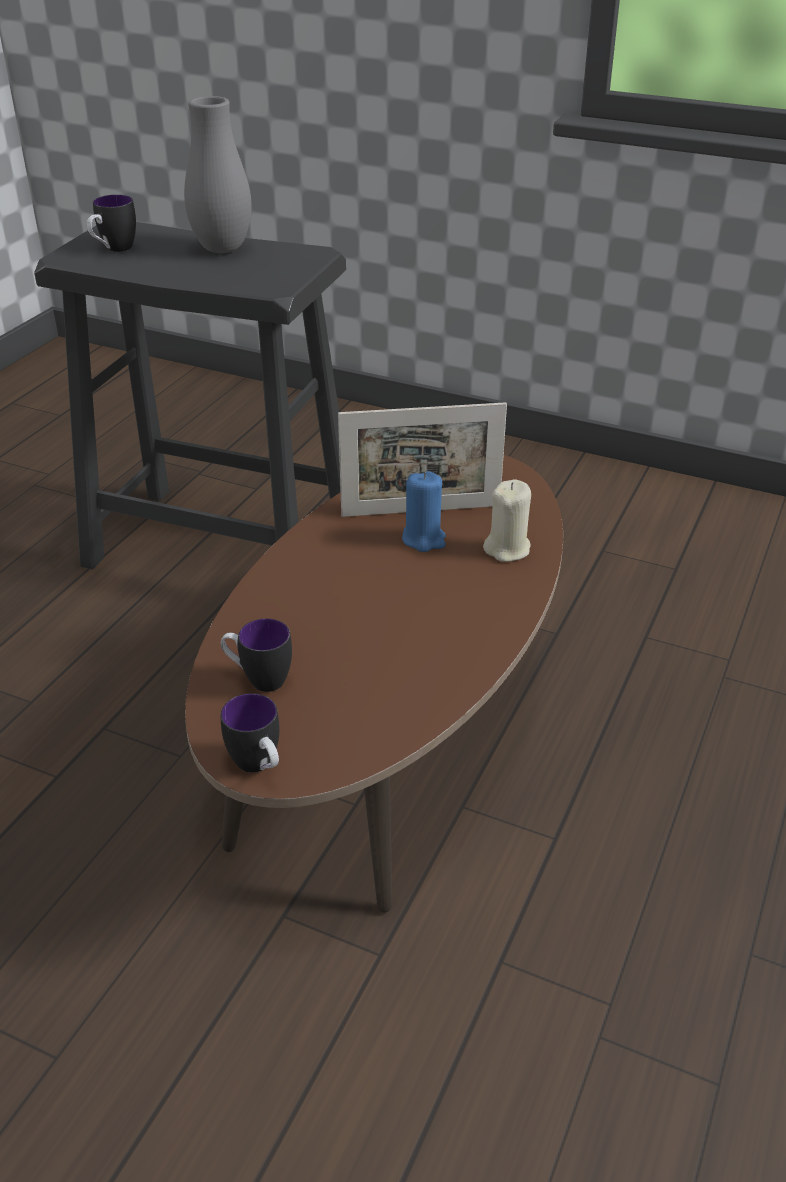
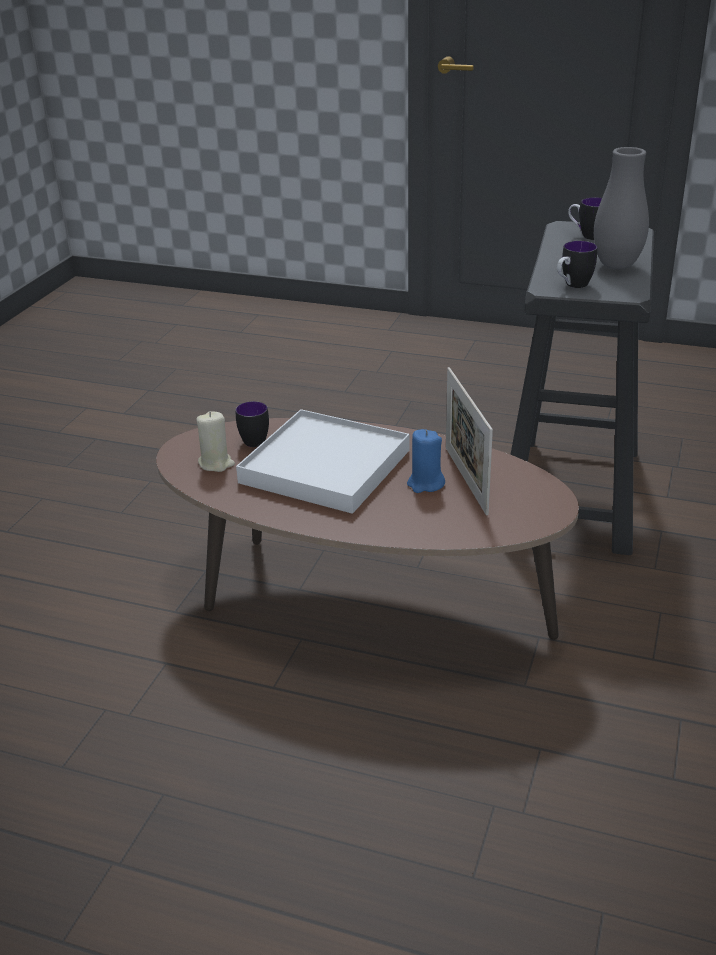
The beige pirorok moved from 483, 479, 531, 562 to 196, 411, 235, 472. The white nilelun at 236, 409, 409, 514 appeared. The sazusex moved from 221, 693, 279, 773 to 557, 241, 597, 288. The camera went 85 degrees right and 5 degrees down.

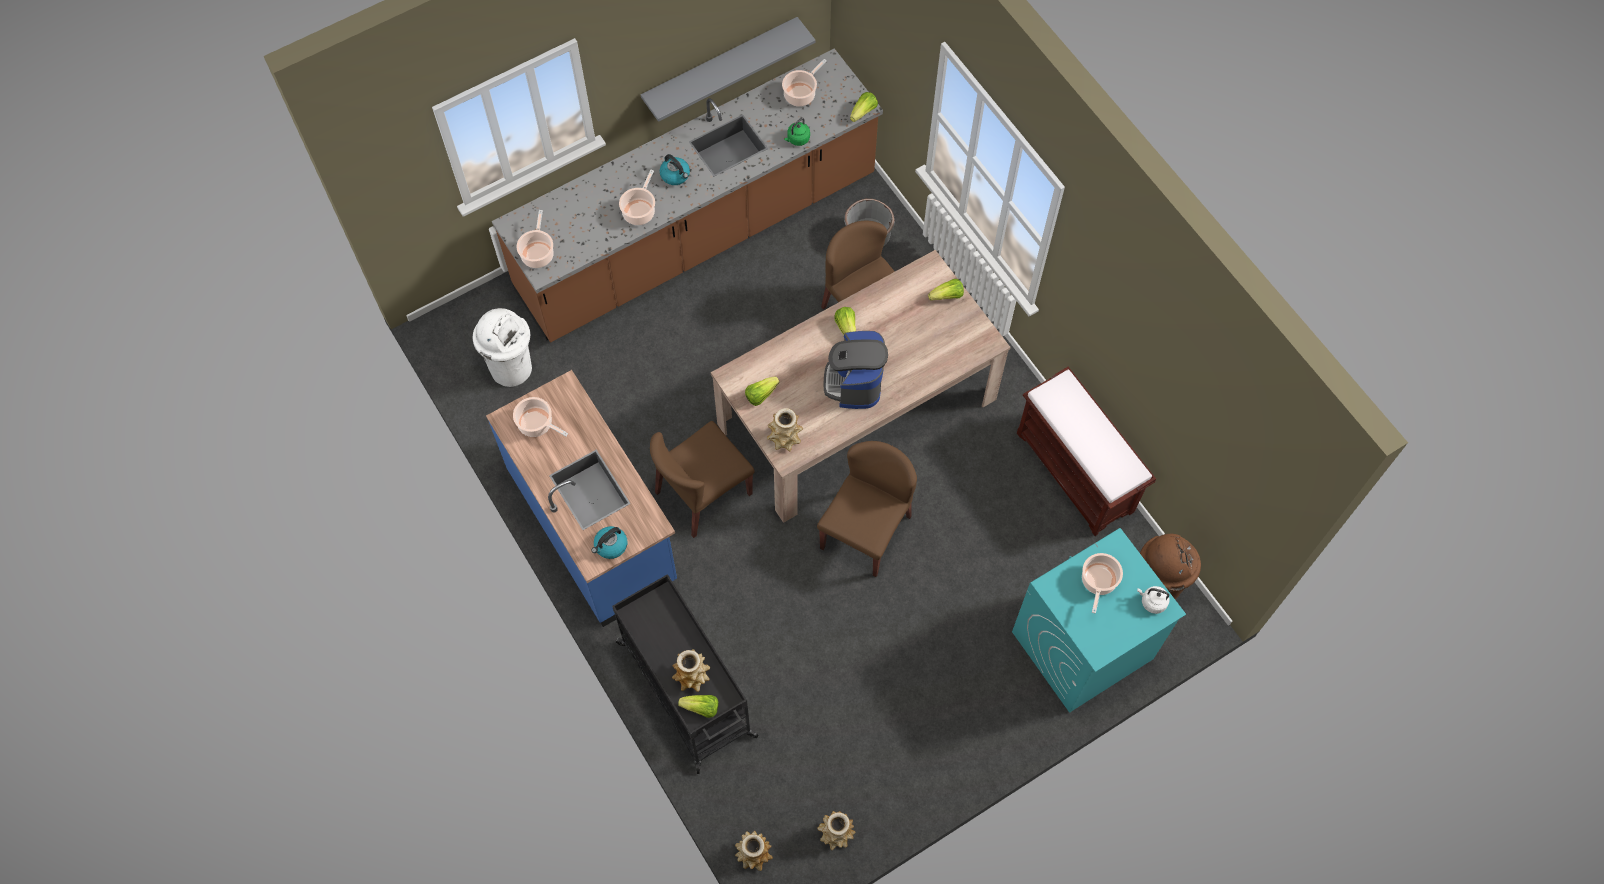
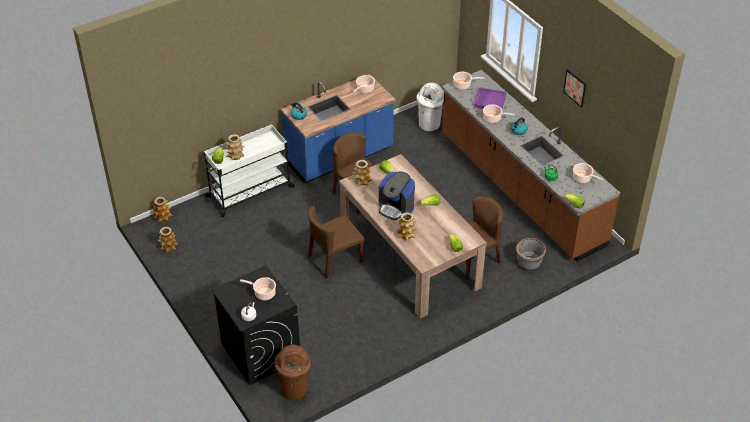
The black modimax at 612, 574, 759, 774 became the white modimax at 202, 124, 295, 217. The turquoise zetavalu at 1012, 528, 1186, 713 became the black zetavalu at 212, 265, 300, 385. The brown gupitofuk at 817, 441, 917, 577 turned 120 degrees clockwise. The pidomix at 824, 331, 888, 409 turned 150 degrees counterclockwise. The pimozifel at 397, 212, 417, 240 appeared. The purple nilelun at 474, 88, 506, 109 appeared. The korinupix at 563, 69, 586, 108 appeared. The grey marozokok at 641, 17, 816, 122 disappeared. The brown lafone at 1017, 367, 1156, 536 disappeared. The camera went 90 degrees right and 20 degrees down.

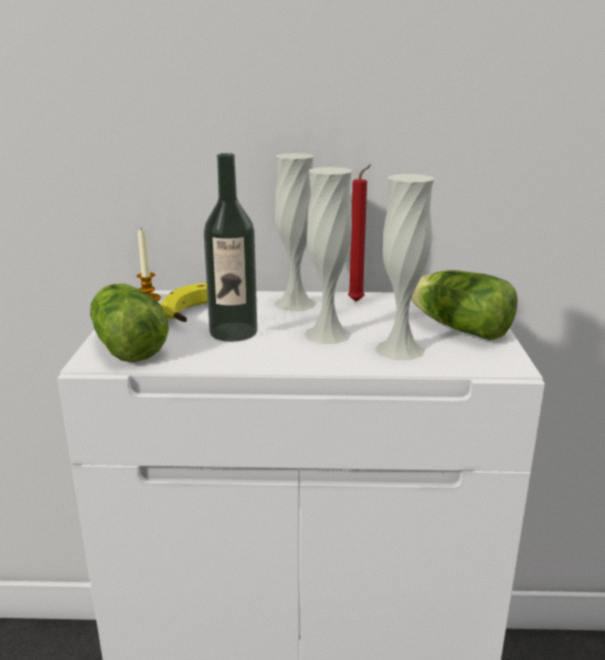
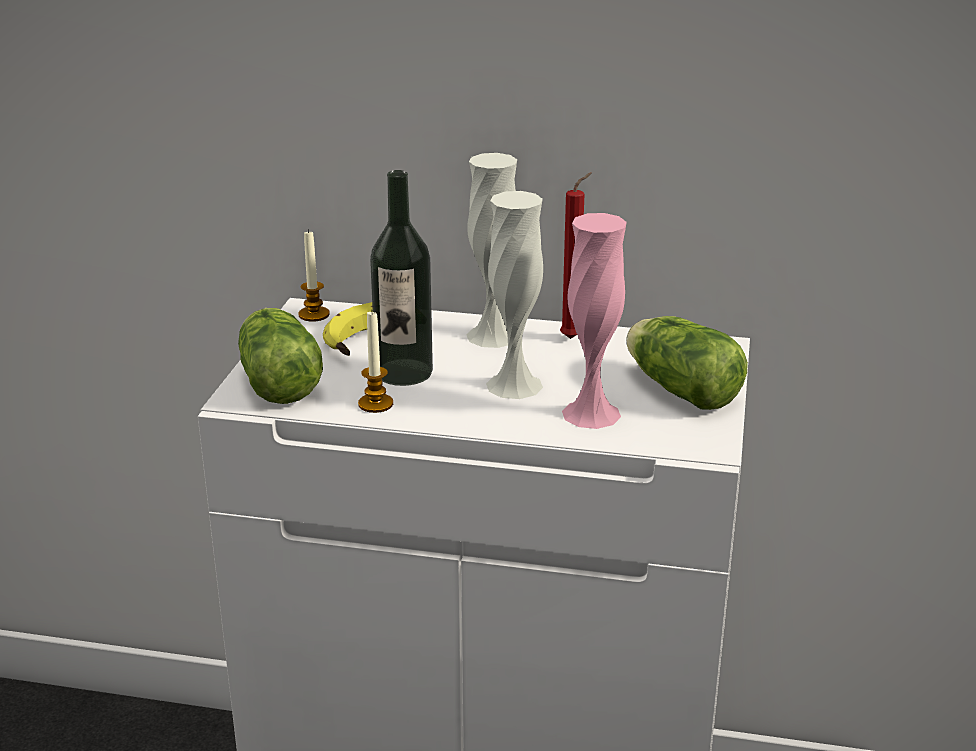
The pirorok at 358, 311, 393, 413 appeared. The white pimozifel at 375, 174, 434, 360 became the pink pimozifel at 562, 213, 627, 429. The camera went 10 degrees right and 5 degrees up.

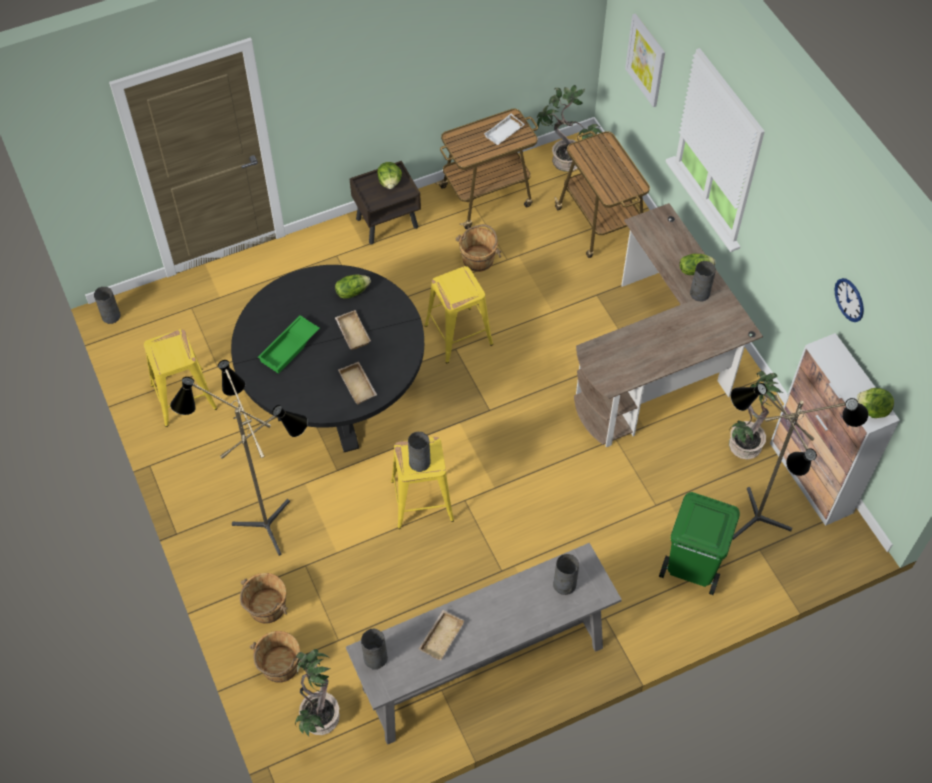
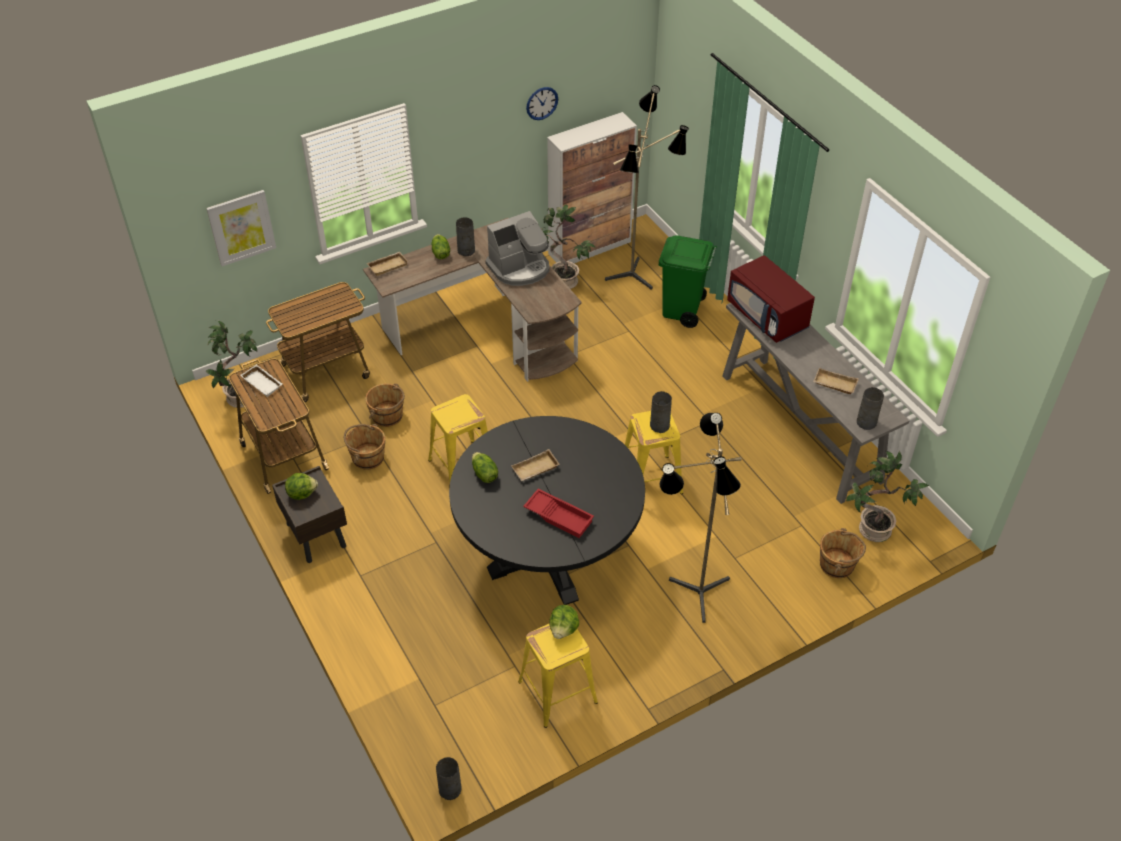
The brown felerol moved from 240, 573, 288, 624 to 365, 383, 405, 427. The beige nilelun moved from 338, 362, 377, 405 to 367, 252, 408, 276. The pidomix at 485, 211, 549, 286 appeared. The green nilelun at 258, 315, 320, 374 became the red nilelun at 523, 489, 594, 538. The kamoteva moved from 857, 388, 894, 418 to 549, 605, 579, 639. The grey pimozifel at 553, 554, 579, 595 was replaced by the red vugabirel at 727, 255, 815, 343. The camera went 95 degrees left and 10 degrees down.

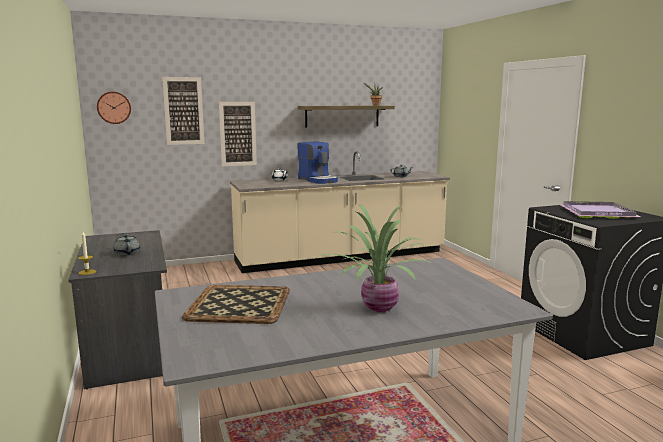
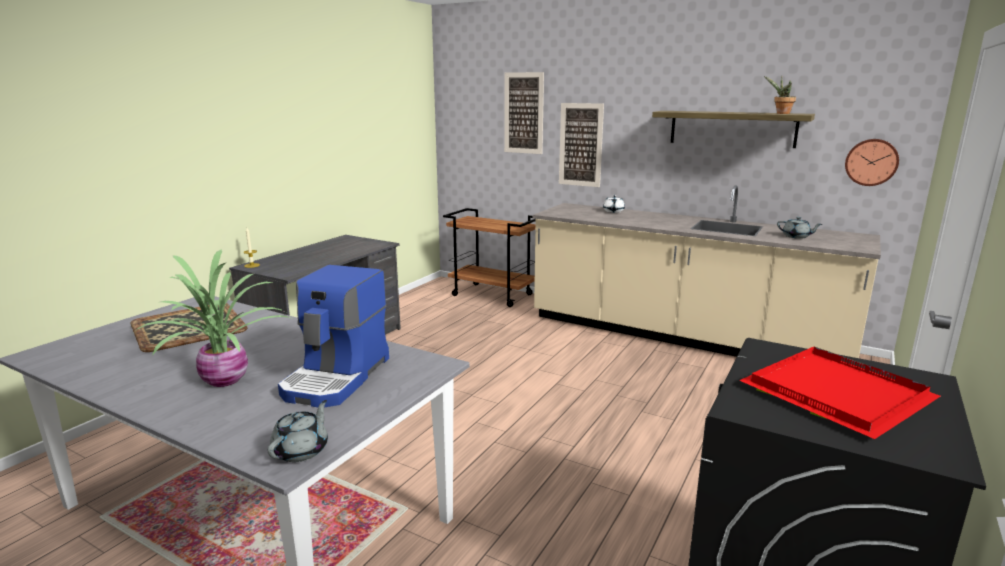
The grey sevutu moved from 113, 234, 140, 256 to 267, 400, 328, 462. The pidomix moved from 298, 141, 338, 184 to 278, 265, 389, 408. The brown modimax at 443, 208, 536, 307 appeared. The purple nilelun at 559, 201, 640, 219 became the red nilelun at 739, 347, 941, 439. The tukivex moved from 97, 92, 131, 124 to 845, 139, 899, 186. The camera went 50 degrees right and 5 degrees up.

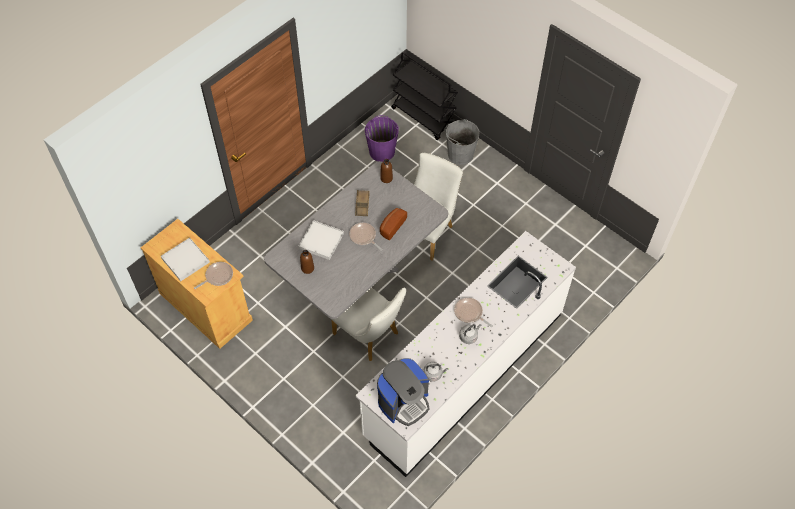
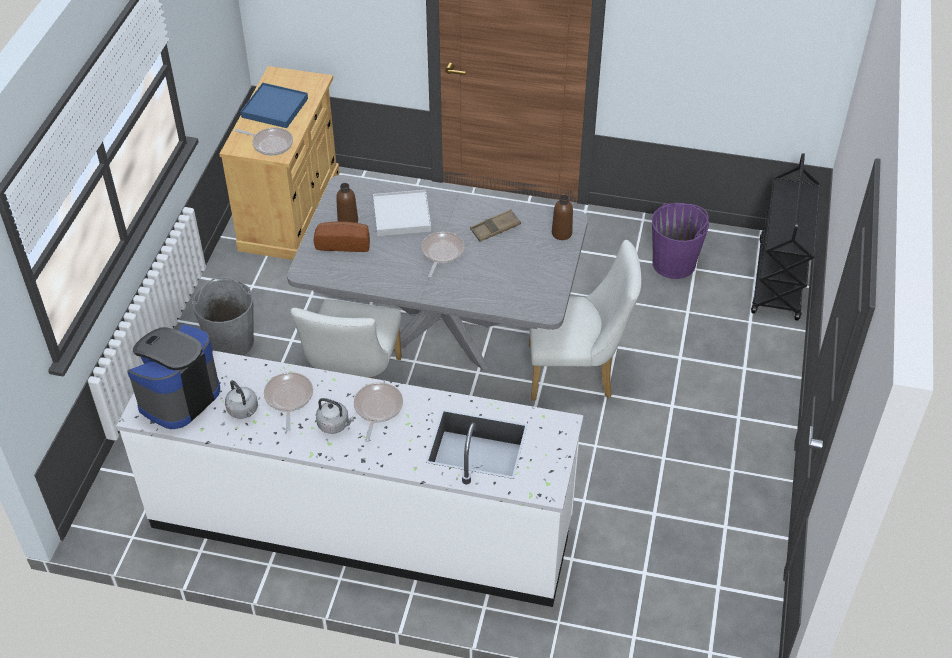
The pidomix at 377, 358, 430, 426 turned 105 degrees clockwise. The grey felerol moved from 445, 119, 480, 165 to 192, 277, 254, 356. The white nilelun at 161, 238, 210, 281 became the blue nilelun at 240, 83, 308, 128. The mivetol at 264, 372, 313, 431 appeared. The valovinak moved from 380, 208, 407, 240 to 314, 221, 370, 252. The camera went 60 degrees right and 10 degrees down.

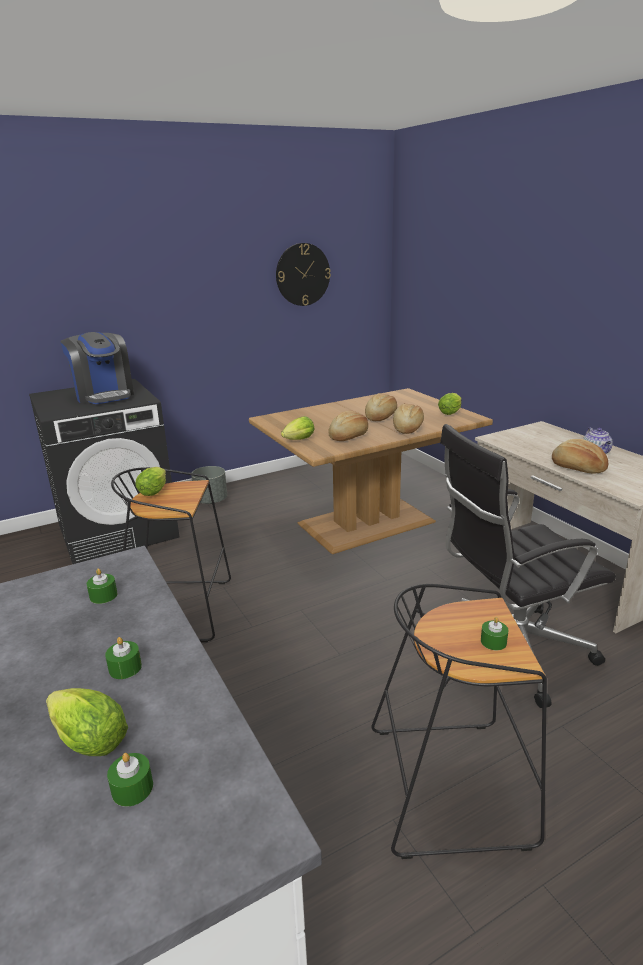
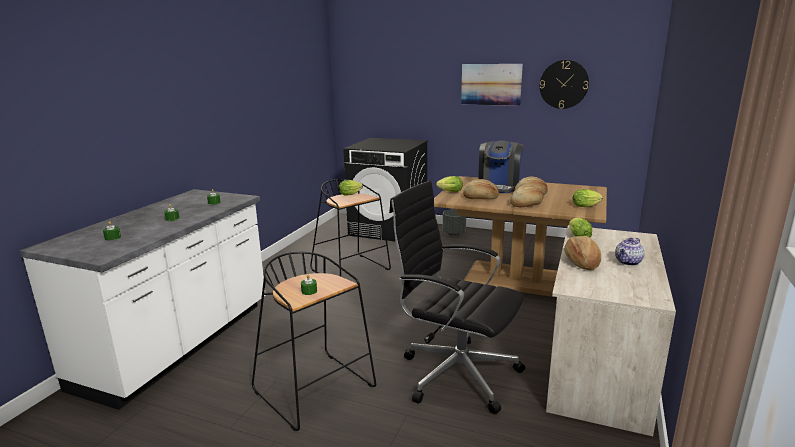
The korinupix at 461, 64, 523, 106 appeared. The pidomix moved from 60, 332, 134, 404 to 478, 141, 524, 193. The kamoteva moved from 46, 688, 128, 756 to 569, 218, 592, 237. The camera went 50 degrees right and 5 degrees down.

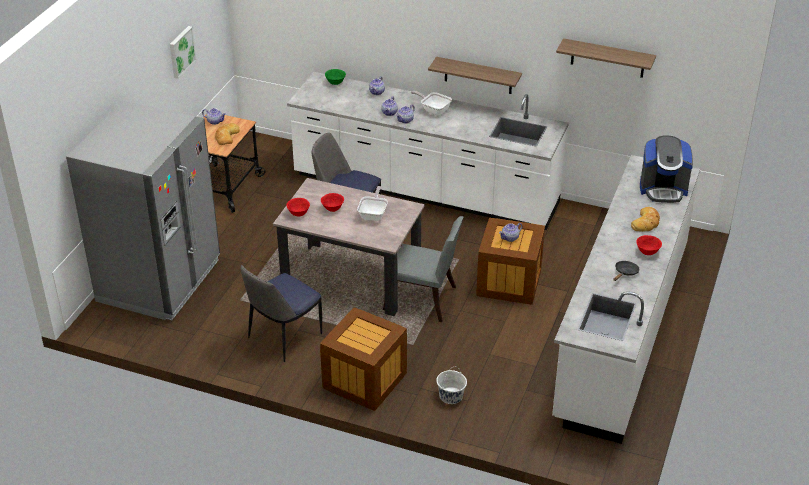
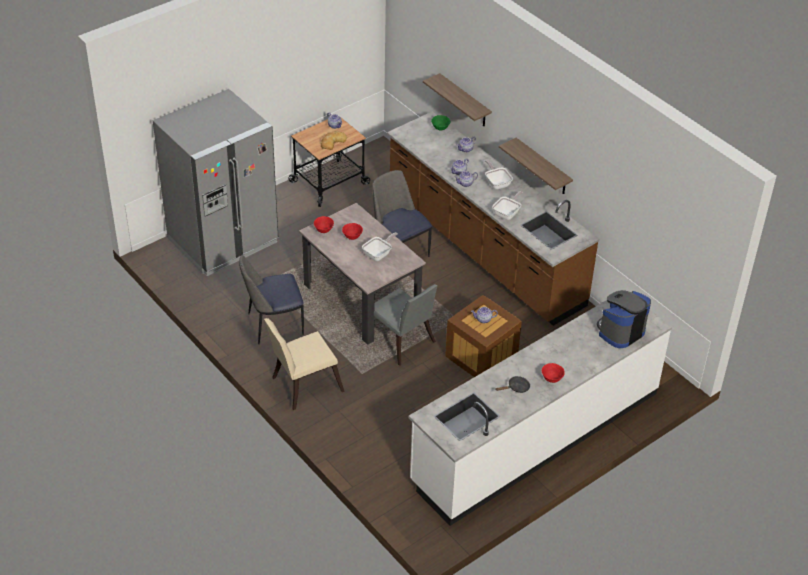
The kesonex at 320, 307, 407, 411 was replaced by the beige gupitofuk at 264, 318, 345, 410. The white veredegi at 287, 72, 569, 230 became the brown veredegi at 387, 111, 599, 326. The marozokok moved from 556, 38, 656, 78 to 423, 73, 492, 126. The mivetol at 492, 191, 523, 220 appeared. The pidomix at 640, 135, 693, 203 turned 105 degrees clockwise. The korinupix at 170, 26, 196, 79 disappeared. The white felerol at 436, 367, 467, 404 disappeared. The valovinak at 631, 207, 660, 232 disappeared. The camera went 30 degrees right and 5 degrees up.

